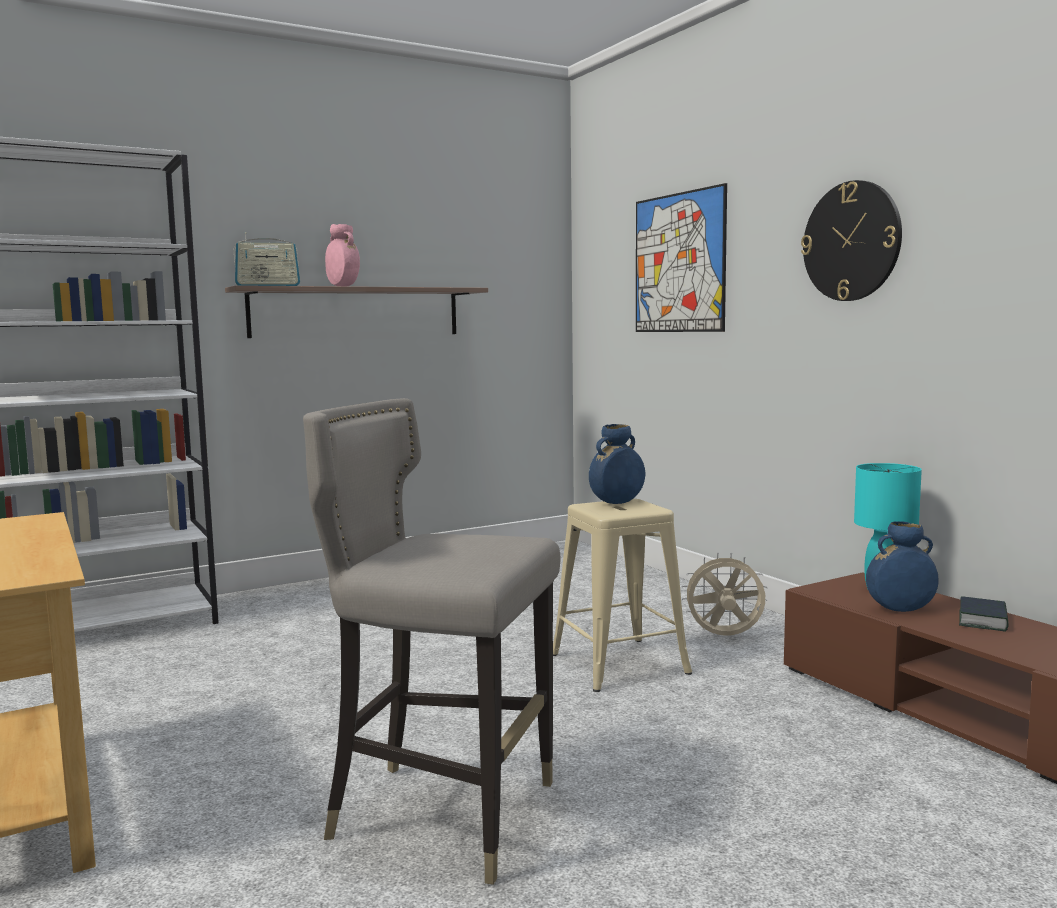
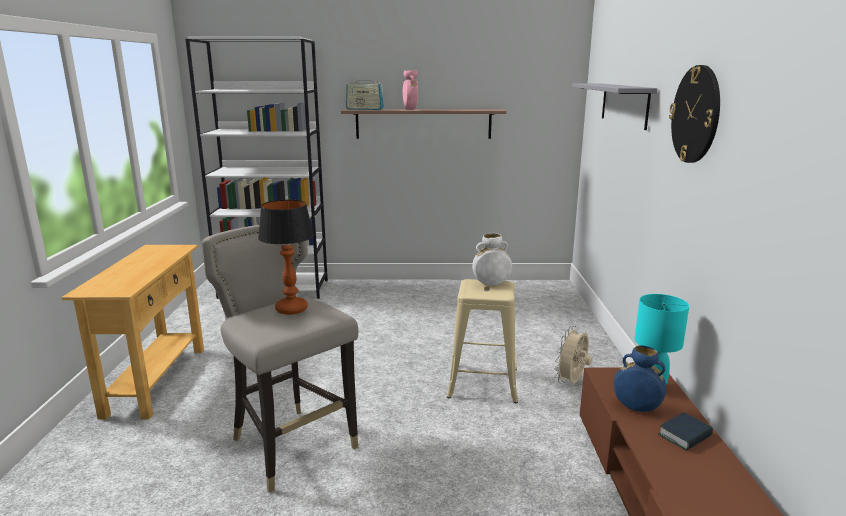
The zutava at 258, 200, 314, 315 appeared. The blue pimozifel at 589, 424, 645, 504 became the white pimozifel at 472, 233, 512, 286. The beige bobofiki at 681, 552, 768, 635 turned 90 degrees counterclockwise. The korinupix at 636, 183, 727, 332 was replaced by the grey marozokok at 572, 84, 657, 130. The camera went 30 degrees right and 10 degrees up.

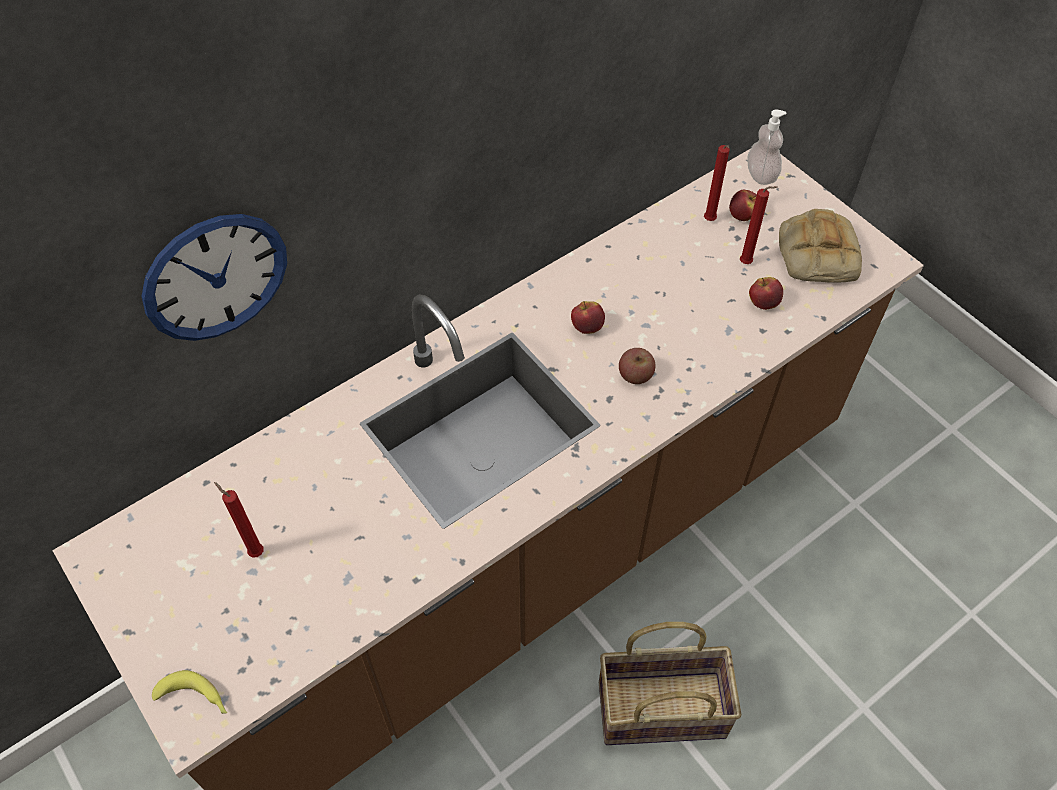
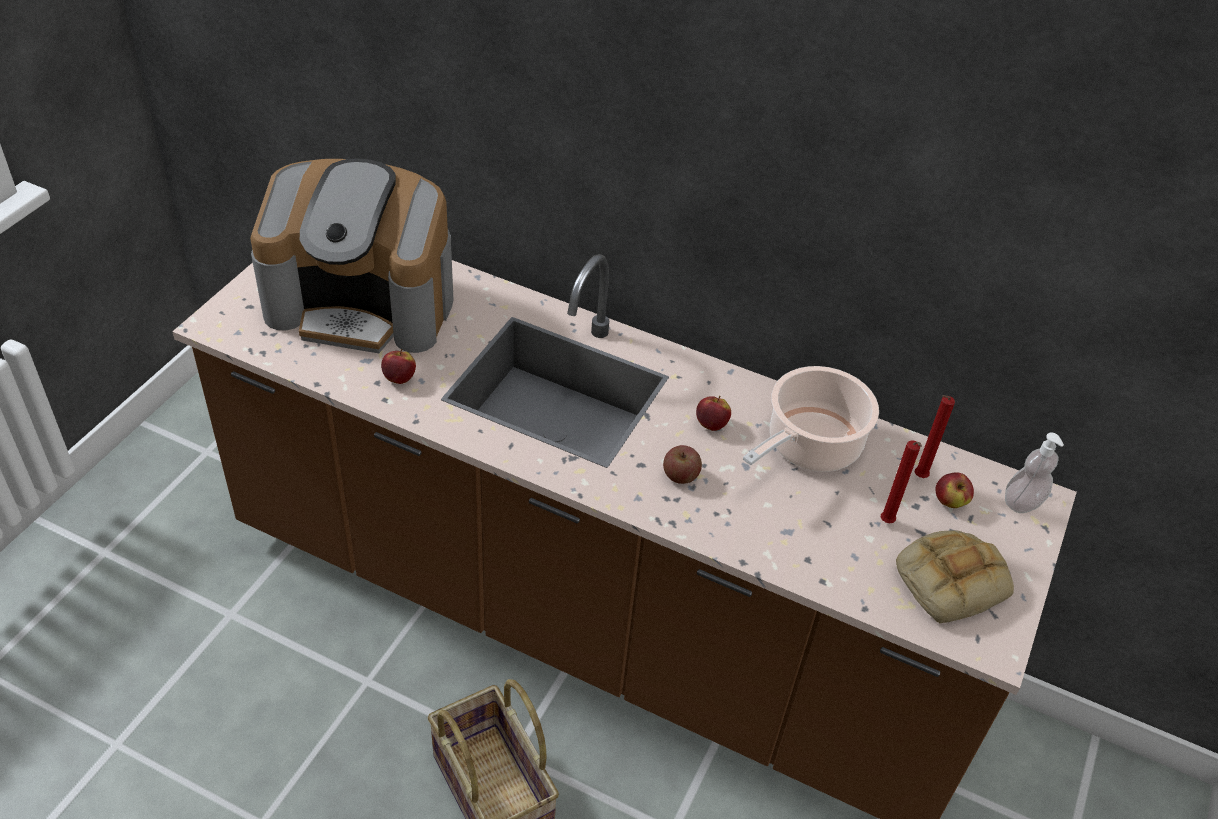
The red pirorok at 214, 482, 264, 558 was replaced by the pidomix at 250, 158, 454, 353. The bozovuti moved from 749, 277, 783, 310 to 381, 349, 416, 384. The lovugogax at 743, 366, 879, 472 appeared. The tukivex at 142, 214, 287, 341 disappeared. The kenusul at 152, 670, 228, 714 disappeared. The camera went 60 degrees right and 10 degrees down.

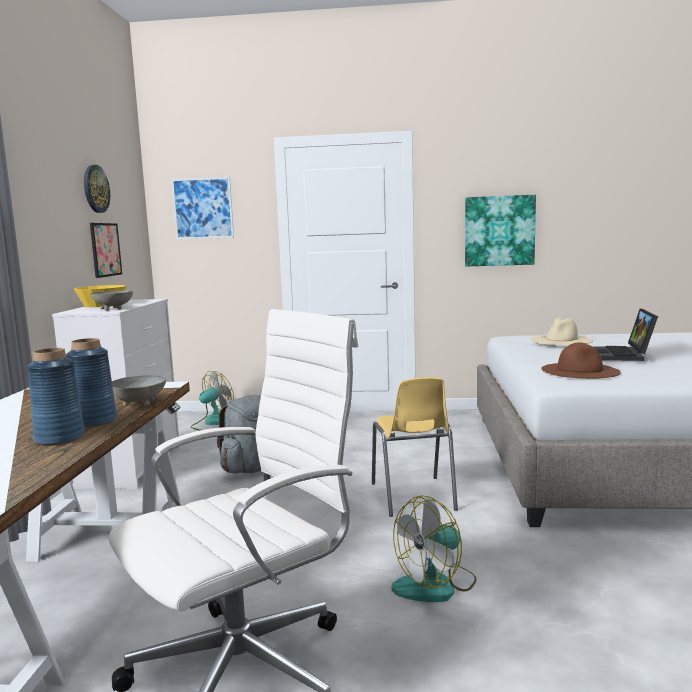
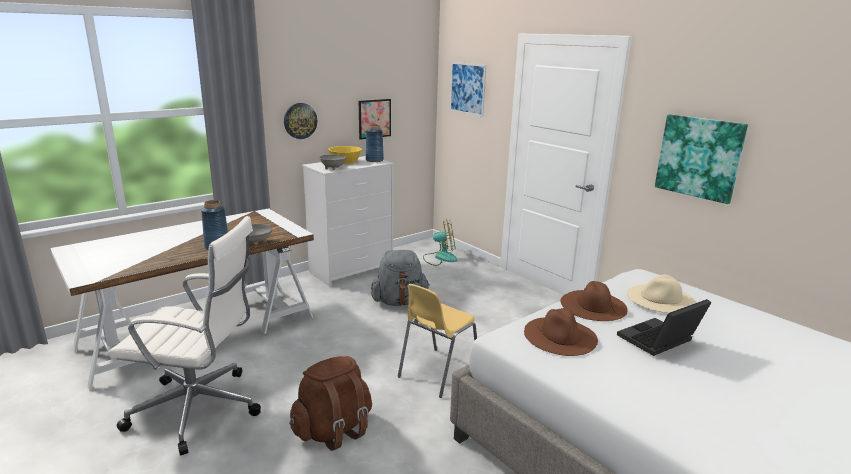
The tukivex moved from 84, 165, 110, 213 to 284, 103, 317, 139. The bobofiki at 391, 495, 476, 602 was replaced by the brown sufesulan at 290, 356, 372, 451. The blue pimozifel moved from 27, 348, 85, 446 to 366, 124, 384, 162. The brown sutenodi at 561, 281, 628, 321 appeared. The camera went 45 degrees right and 10 degrees up.

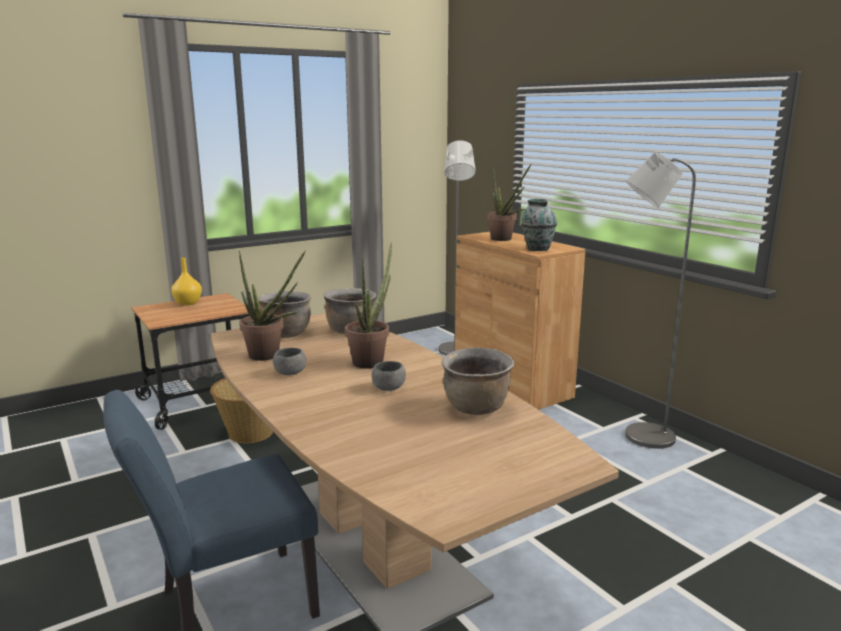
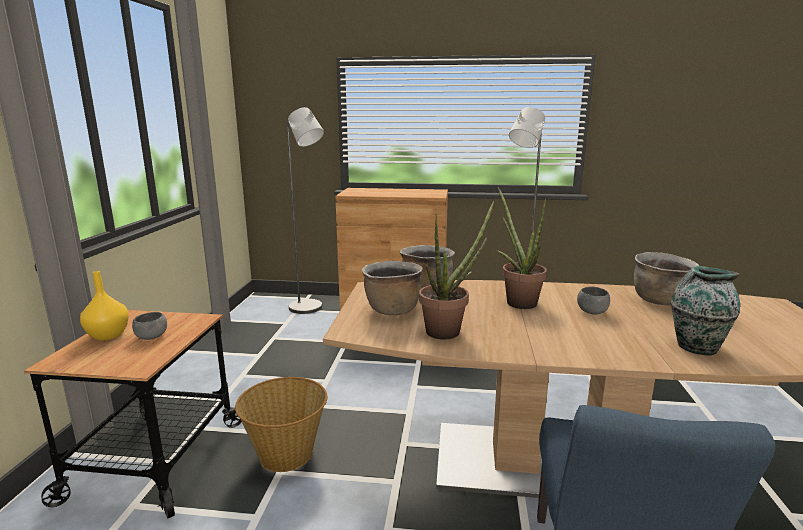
The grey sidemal moved from 273, 348, 306, 375 to 132, 312, 167, 340. The pimozifel moved from 521, 199, 557, 251 to 671, 266, 740, 355. The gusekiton at 487, 163, 532, 241 disappeared. The camera went 50 degrees left and 0 degrees up.

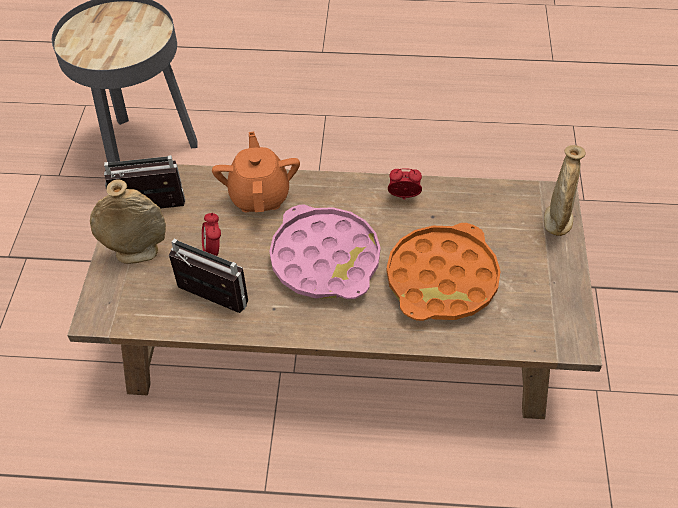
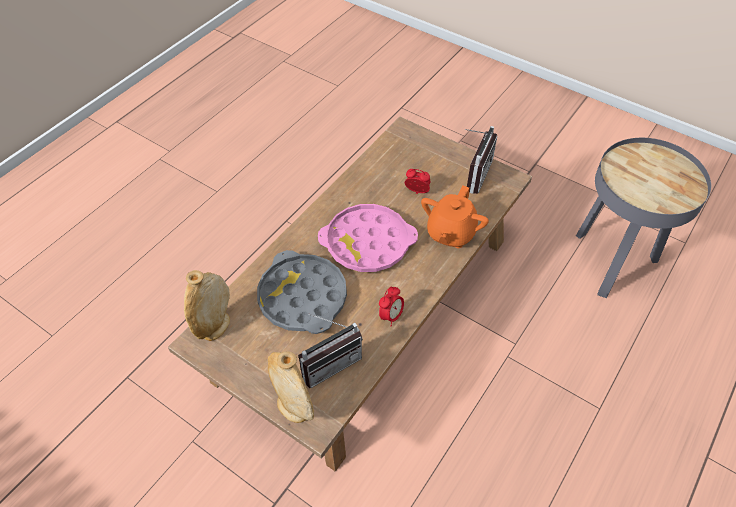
The beige pimozifel moved from 90, 179, 166, 264 to 184, 270, 230, 341. The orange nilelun at 386, 223, 501, 321 became the grey nilelun at 257, 250, 347, 334. The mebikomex moved from 169, 238, 248, 313 to 298, 314, 363, 388. The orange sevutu at 212, 132, 300, 212 turned 90 degrees clockwise. The camera went 120 degrees right and 0 degrees up.

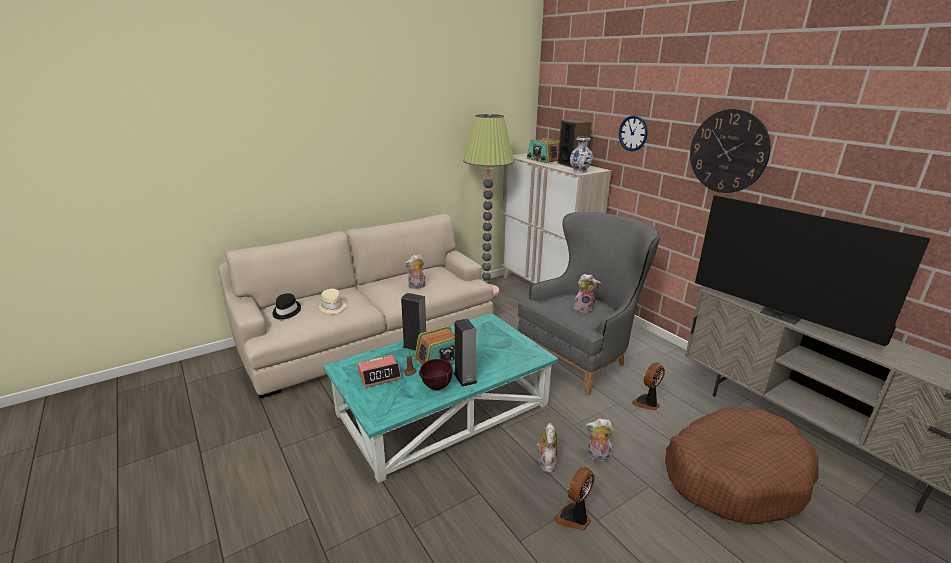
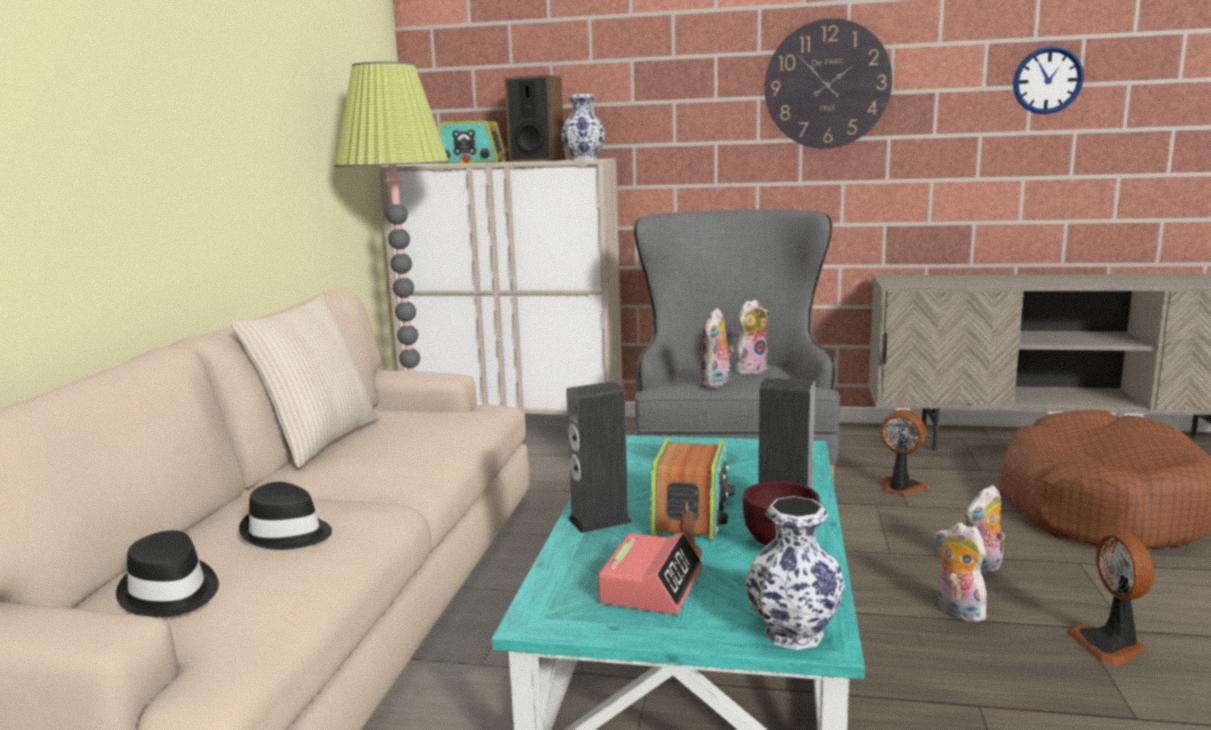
The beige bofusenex at 231, 294, 380, 468 appeared. The beige sutenodi at 318, 289, 346, 314 became the black sutenodi at 239, 482, 332, 550. The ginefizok moved from 404, 254, 426, 289 to 699, 308, 734, 388. The pimozifel at 745, 496, 845, 650 appeared. The bobofiki at 632, 363, 665, 410 turned 120 degrees clockwise. The tukivex moved from 619, 115, 647, 151 to 1013, 46, 1084, 115. The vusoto at 695, 195, 931, 347 disappeared. The camera went 45 degrees left and 10 degrees down.

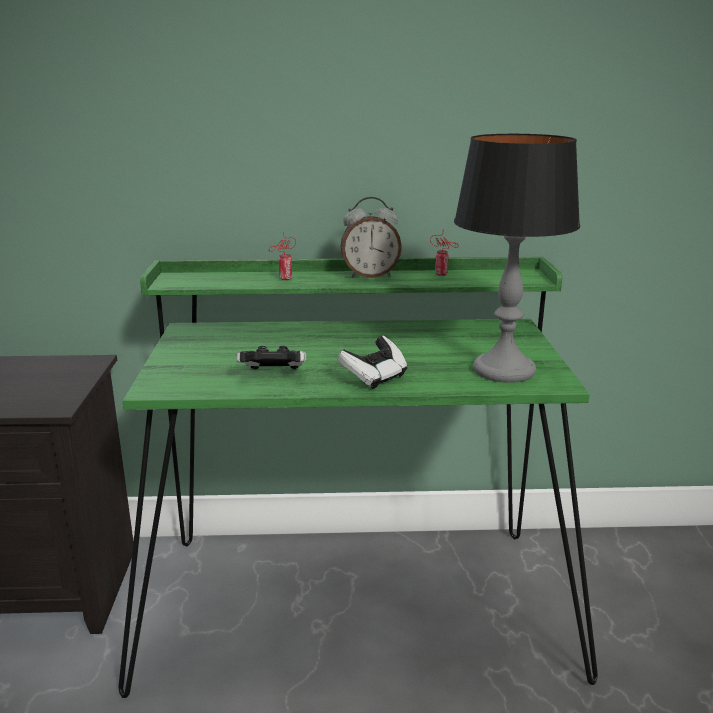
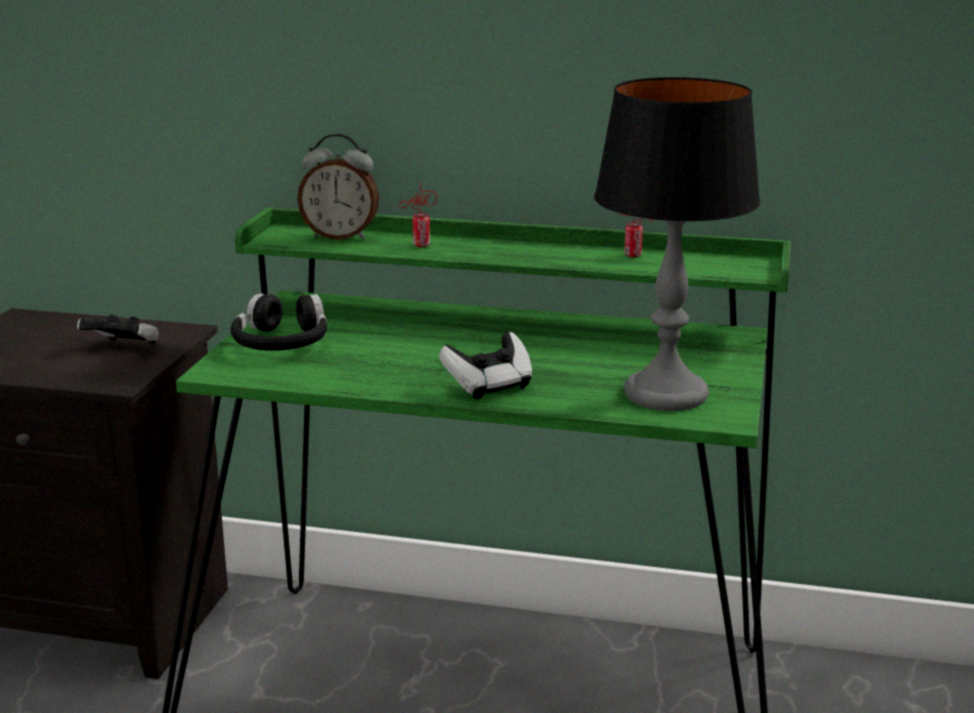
The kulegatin moved from 236, 346, 306, 370 to 77, 315, 159, 344. The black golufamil at 231, 293, 327, 351 appeared. The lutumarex moved from 341, 197, 402, 278 to 297, 133, 379, 240. The camera went 15 degrees right and 0 degrees up.

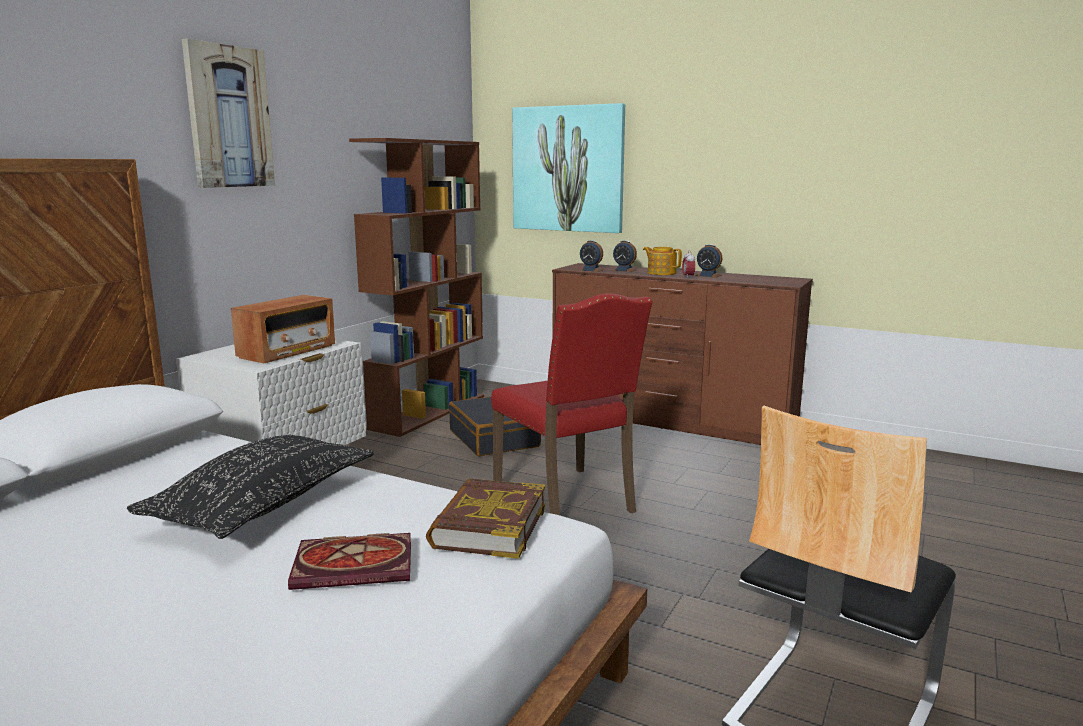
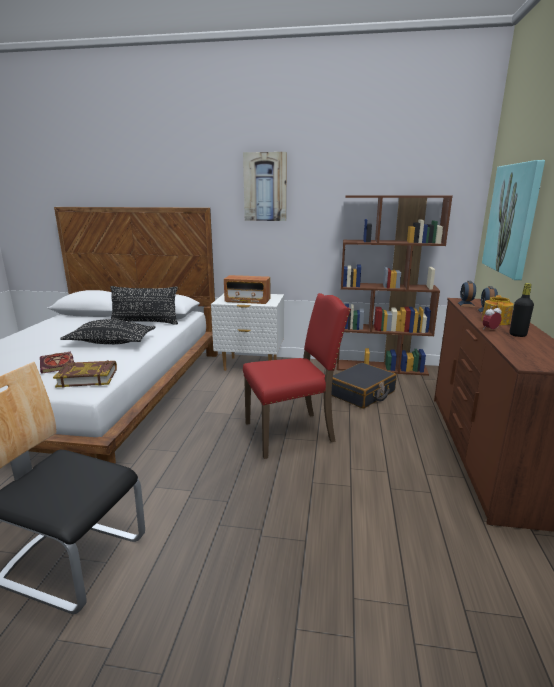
The black bofusenex at 110, 286, 178, 325 appeared. The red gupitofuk at 491, 293, 653, 515 turned 150 degrees counterclockwise. The lutumarex at 695, 244, 722, 278 was replaced by the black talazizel at 509, 283, 534, 337. The camera went 70 degrees right and 5 degrees up.

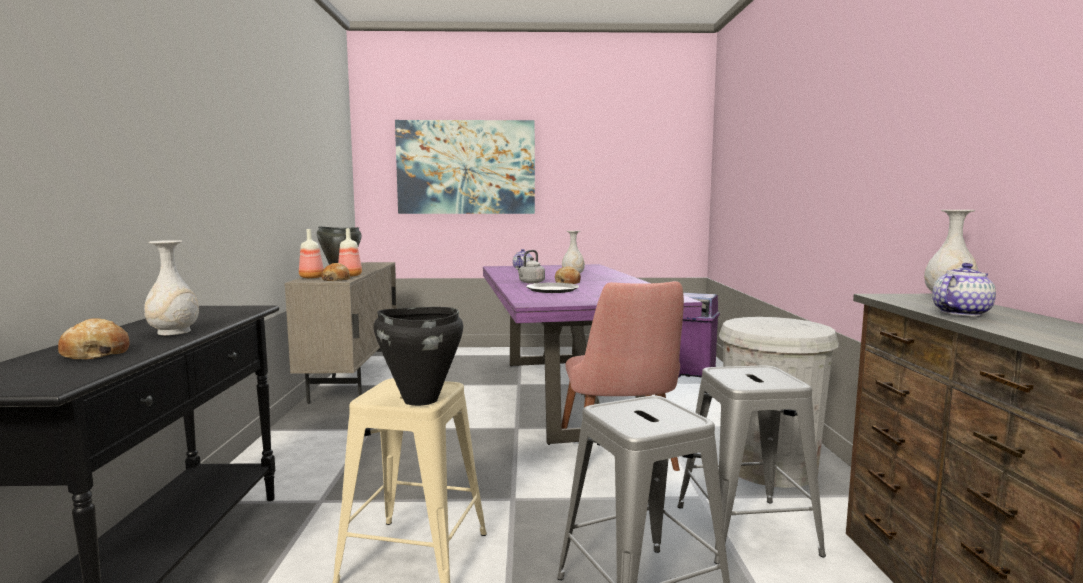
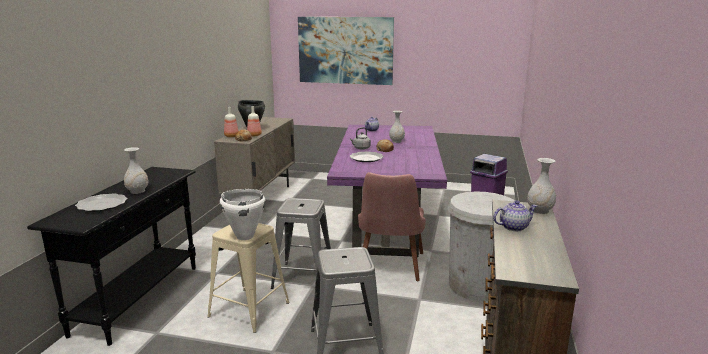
The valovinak at 58, 318, 130, 359 was replaced by the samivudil at 75, 193, 127, 212. The black lovugogax at 374, 307, 463, 406 became the white lovugogax at 220, 189, 266, 240. The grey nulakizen moved from 677, 365, 826, 564 to 271, 198, 331, 289. The camera went 15 degrees right and 10 degrees up.

